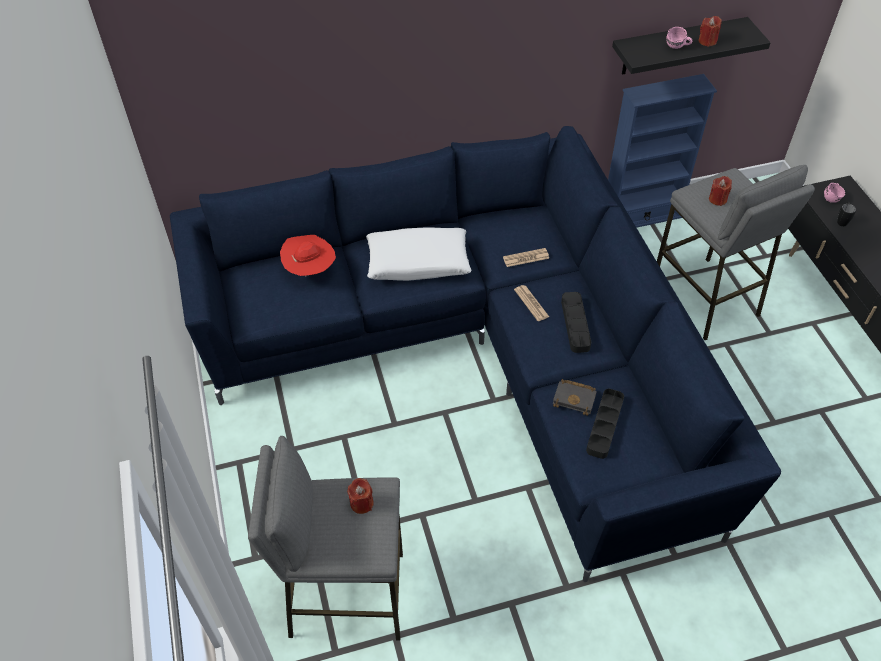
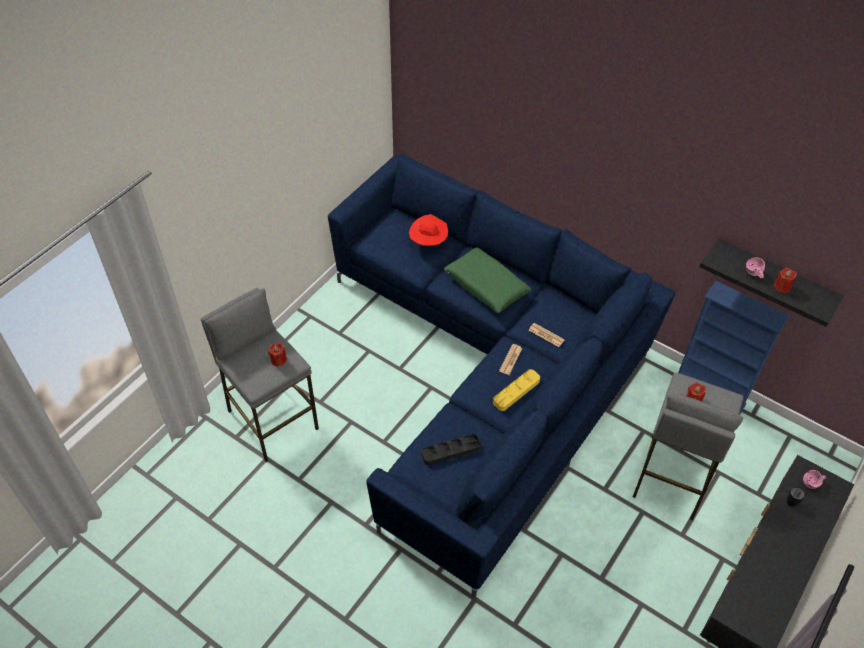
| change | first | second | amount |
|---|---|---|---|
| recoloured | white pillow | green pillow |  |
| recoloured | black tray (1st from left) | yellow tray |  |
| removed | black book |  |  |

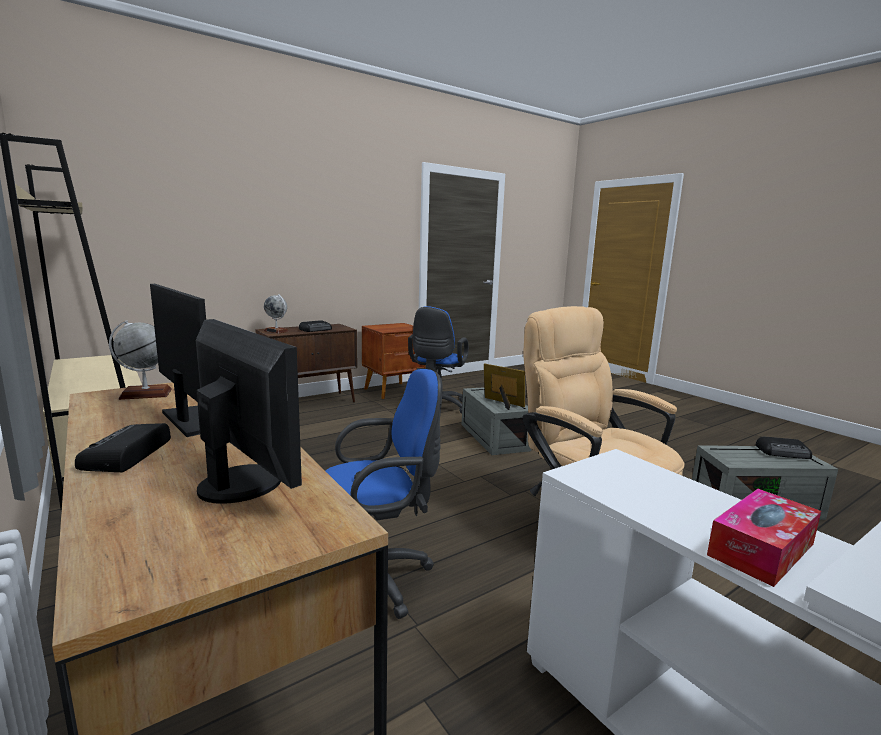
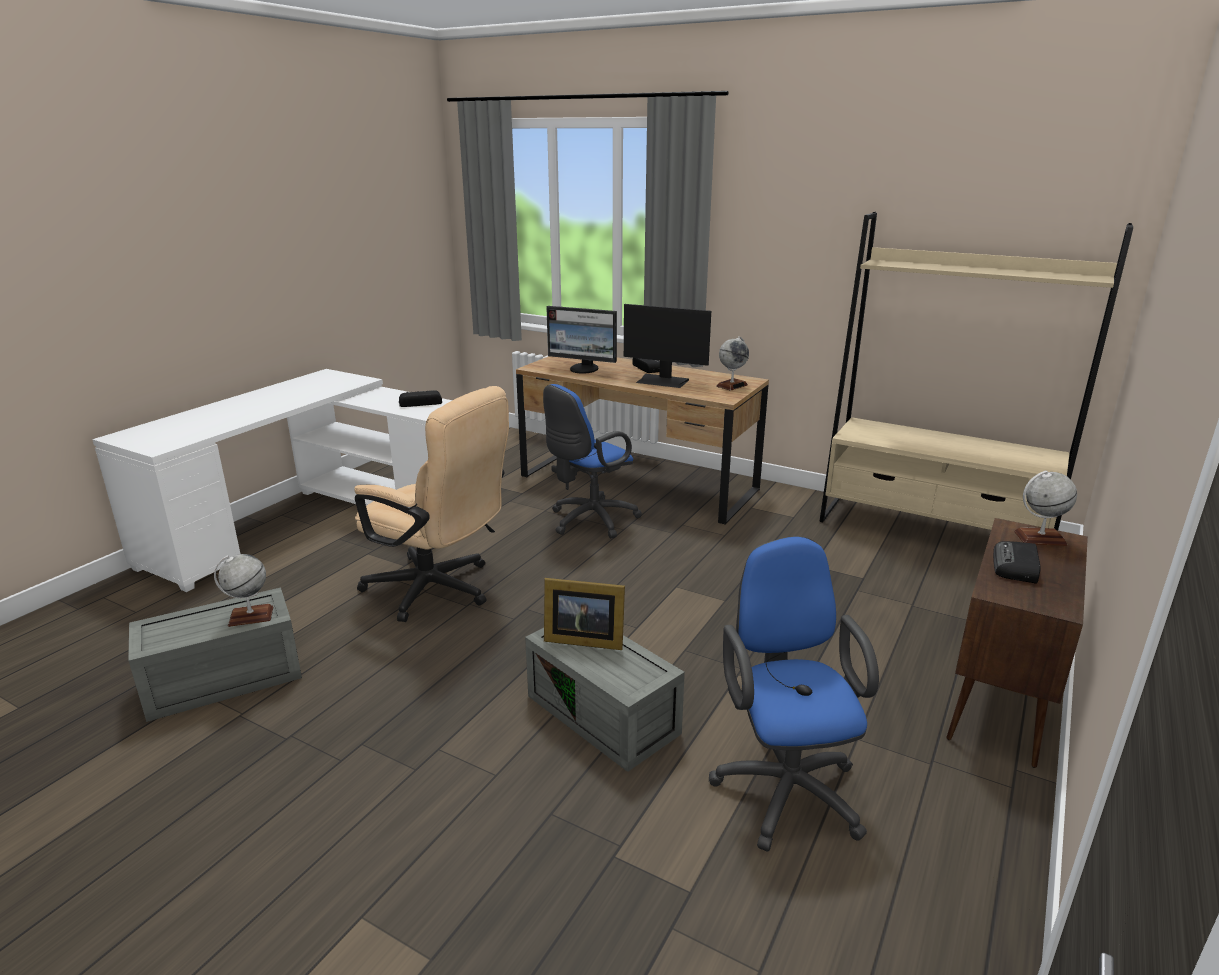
| change | first | second | amount |
|---|---|---|---|
| removed | brown nightstand |  |  |
| moved | radio (3rd from left in the first image) | radio (1st from left) |  |
| removed | tissue box |  |  |
| added |  | globe (1st from left) |  |

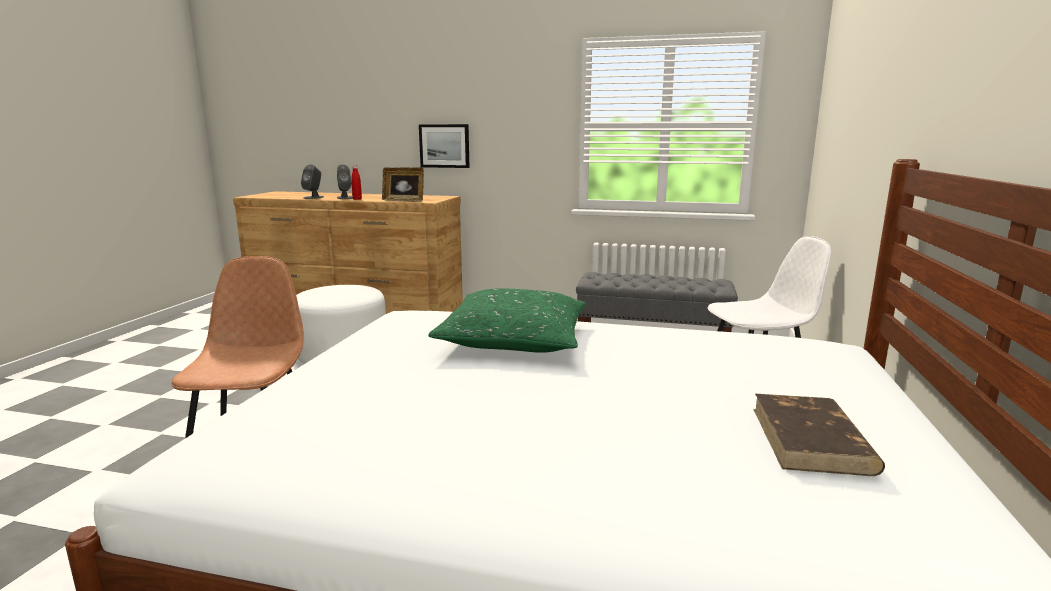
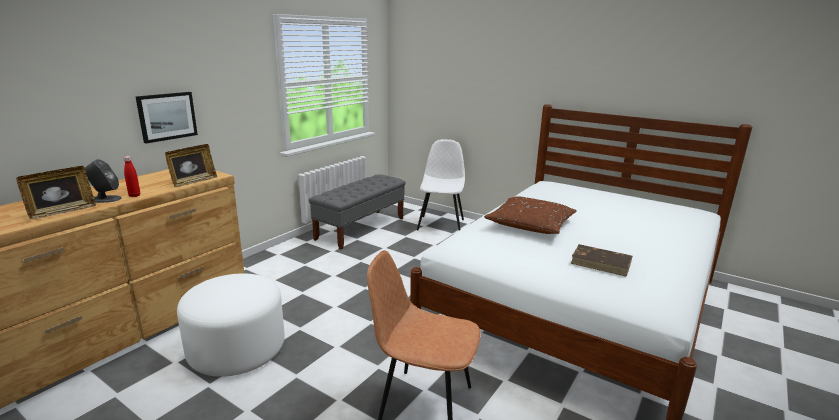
| change | first | second | amount |
|---|---|---|---|
| replaced | grey speaker (1st from left) | picture frame (1st from left) |  |
| recoloured | green pillow | brown pillow |  |
| moved | brown book |  |  |

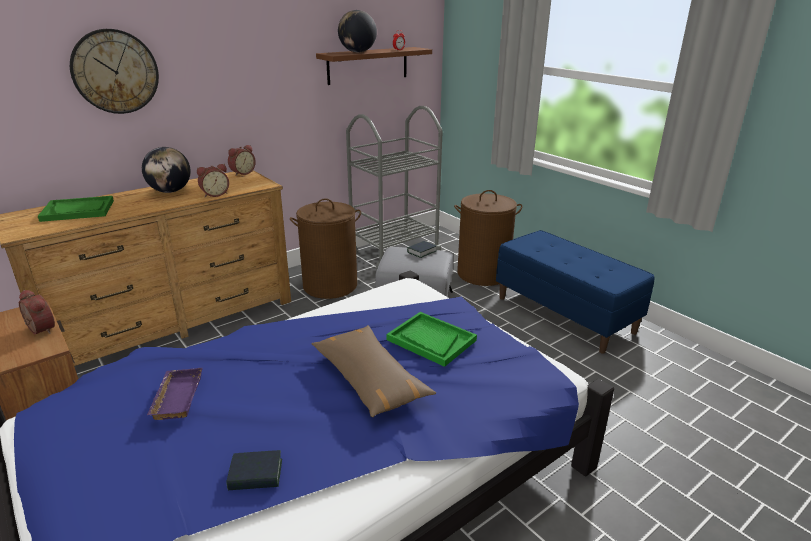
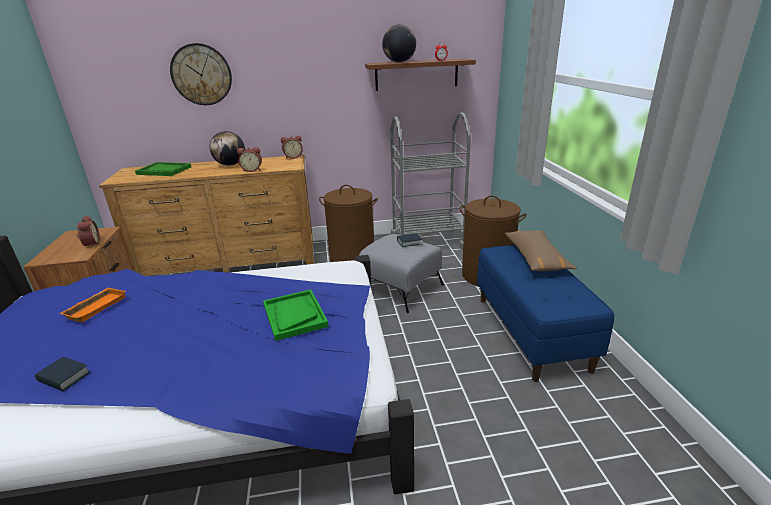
| change | first | second | amount |
|---|---|---|---|
| moved | brown pillow |  |  |
| recoloured | purple tray | orange tray |  |

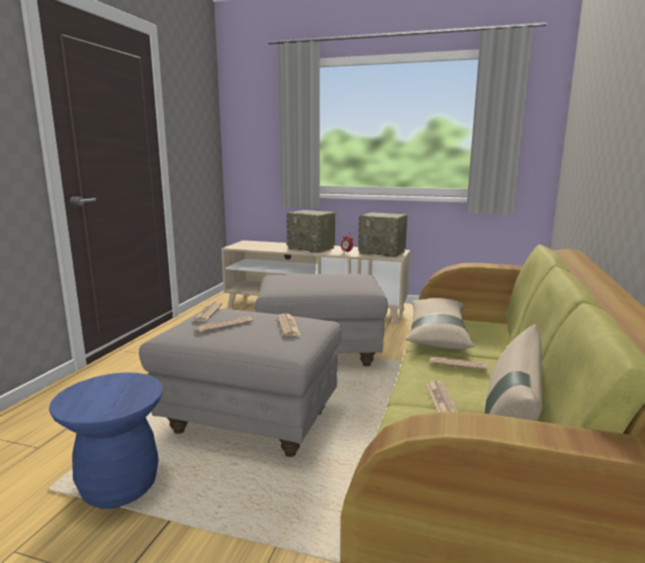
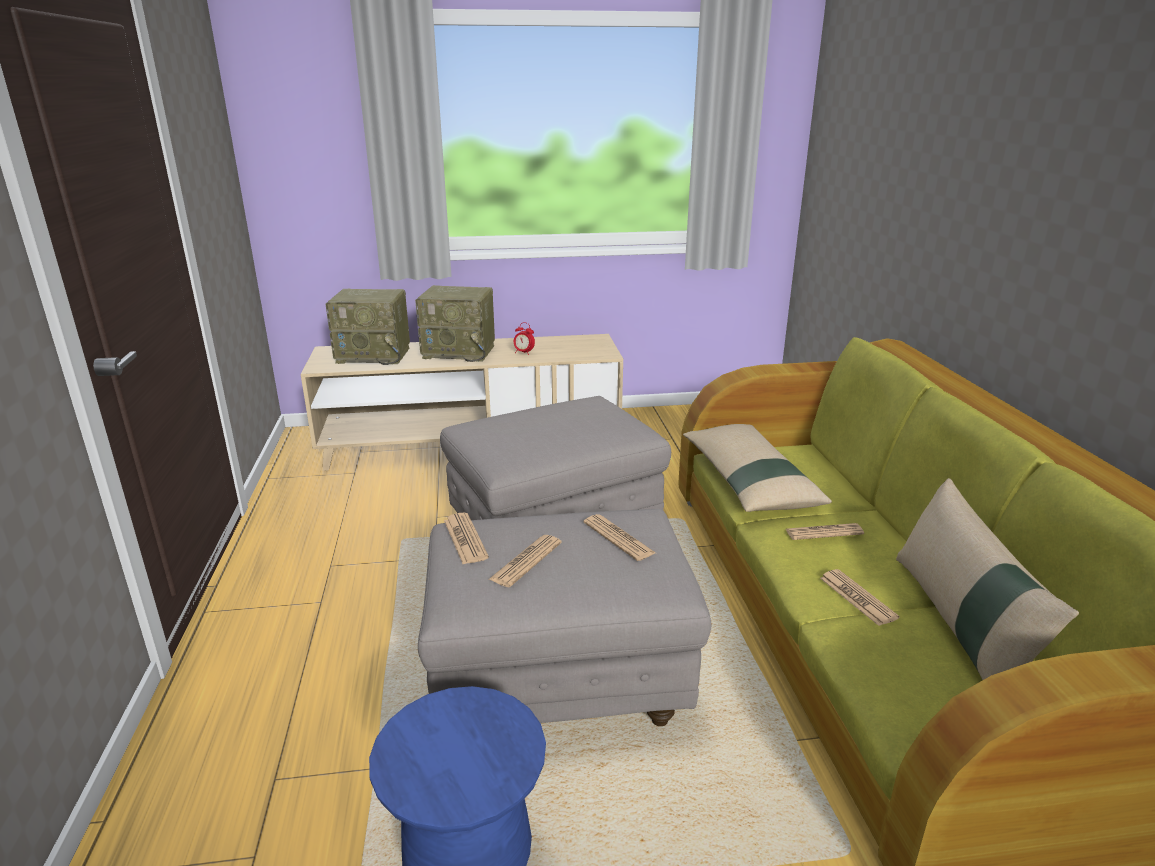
| change | first | second | amount |
|---|---|---|---|
| moved | radio (2nd from left in the first image) | radio (1st from left) |  |

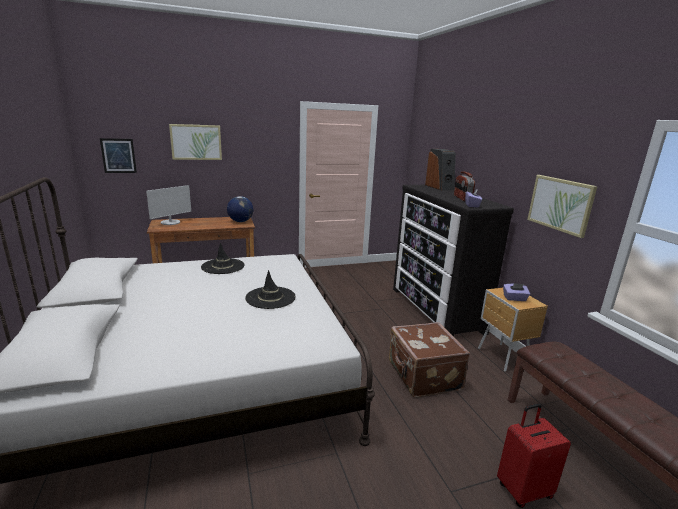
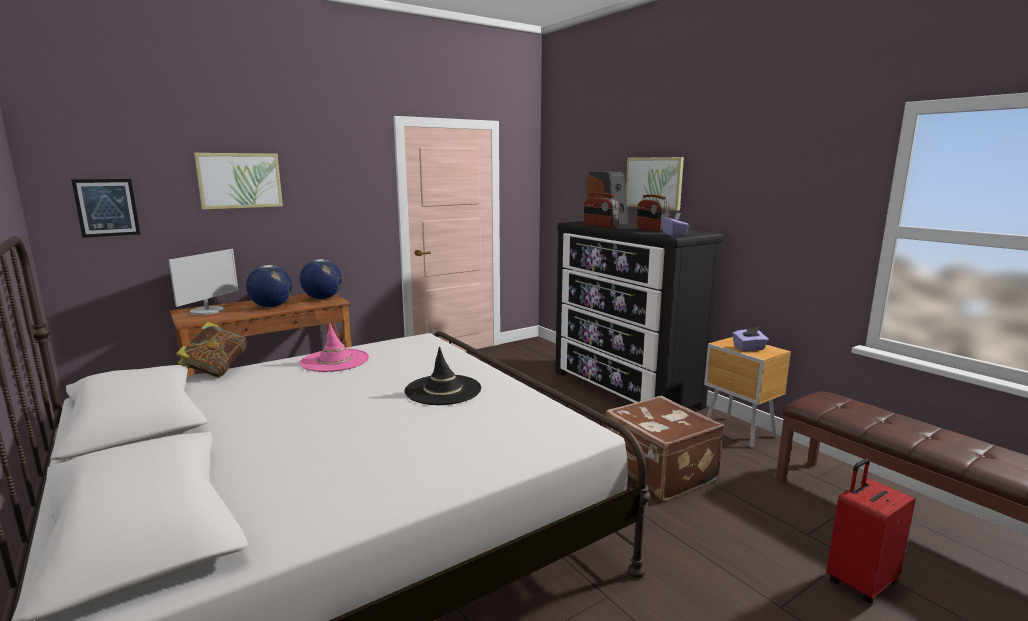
| change | first | second | amount |
|---|---|---|---|
| moved | picture (3rd from left) |  |  |
| recoloured | black hat (1st from left) | pink hat |  |
| added |  | radio (1st from left) |  |
| added |  | globe (1st from left) |  |
| added |  | book |  |

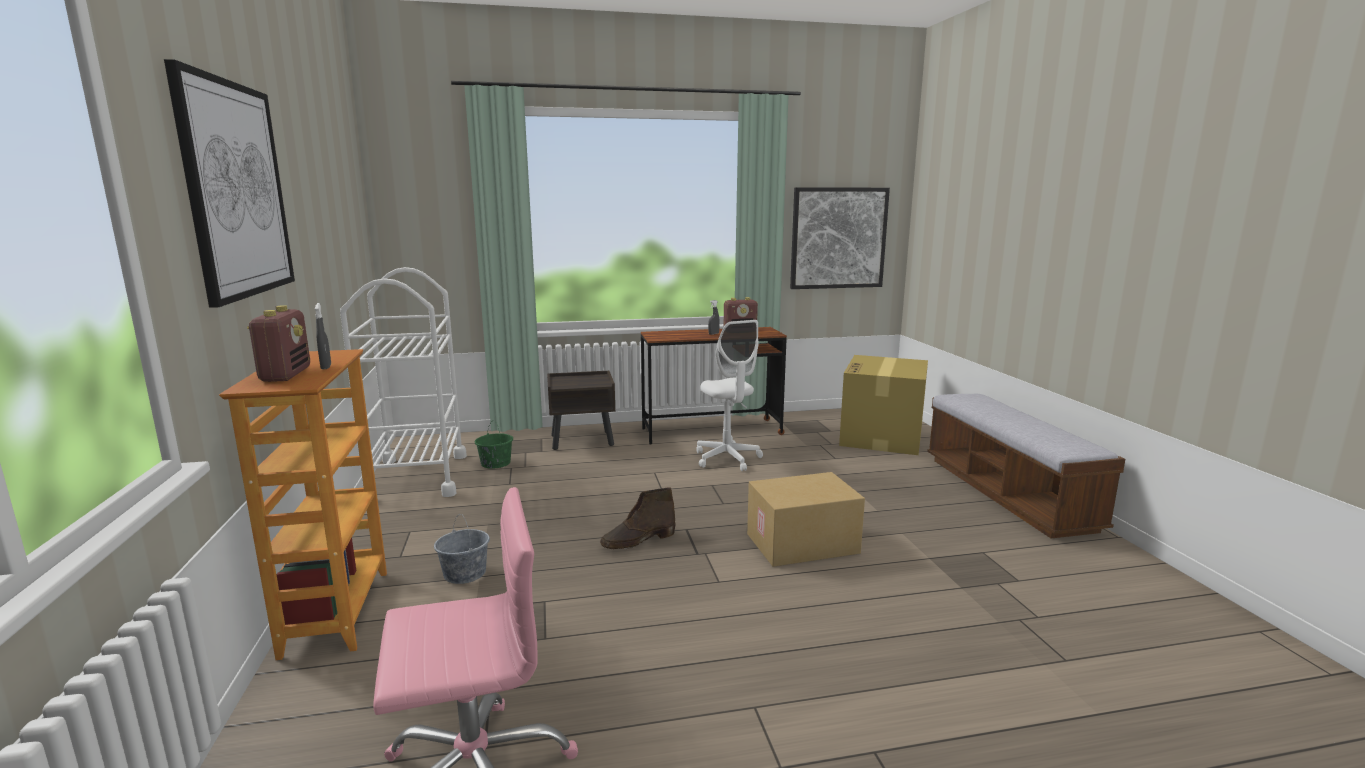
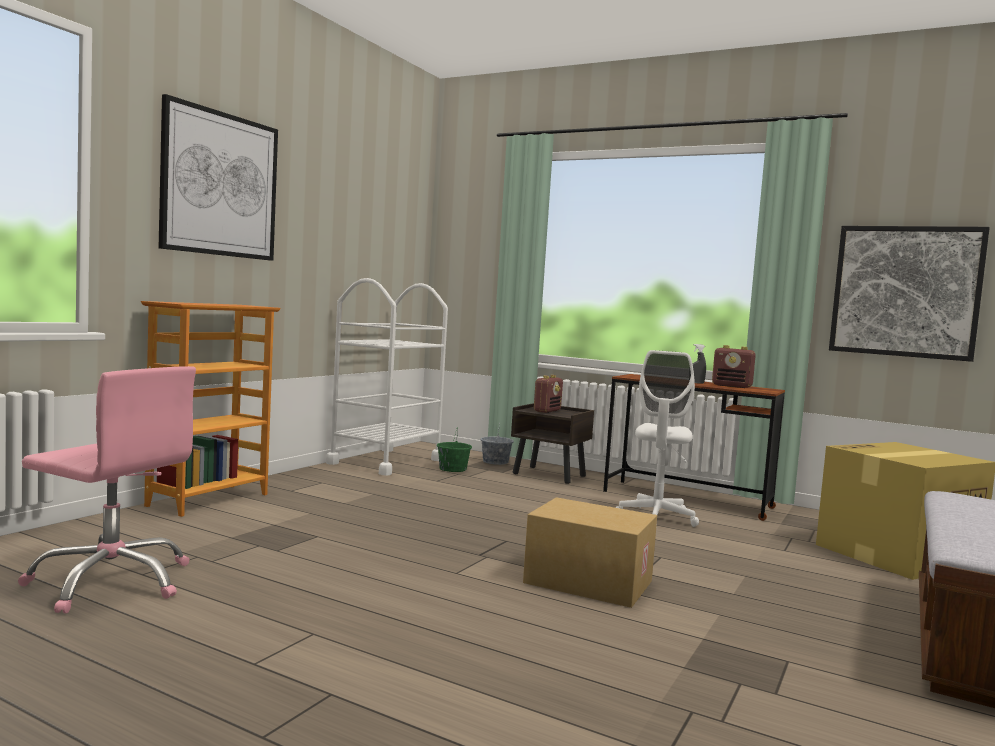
| change | first | second | amount |
|---|---|---|---|
| removed | grey spray bottle (1st from left) |  |  |
| moved | radio (1st from left) |  |  |
| removed | brown boot |  |  |
| moved | grey bucket |  |  |

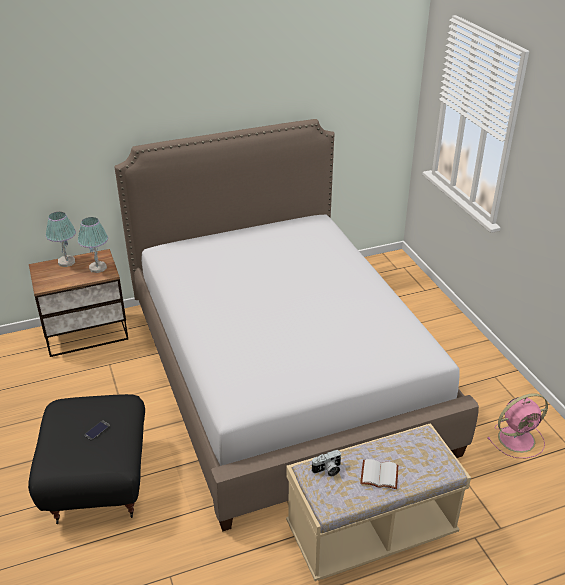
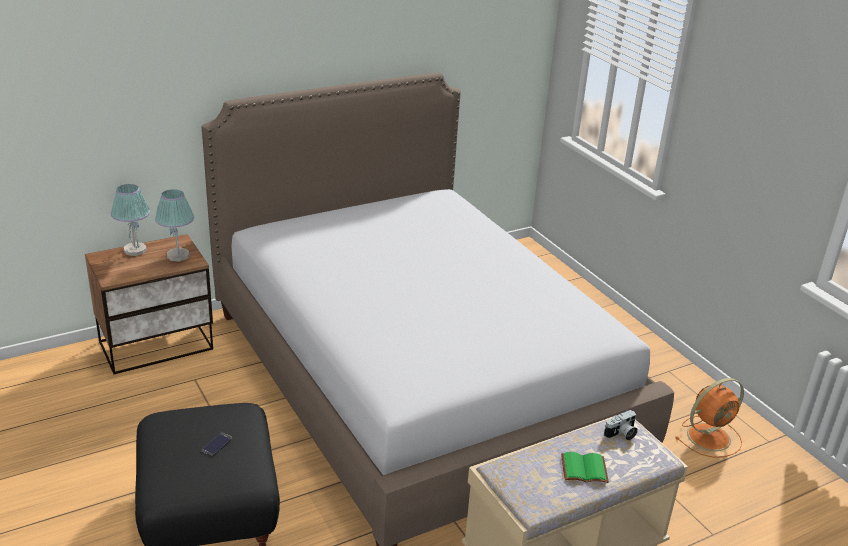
| change | first | second | amount |
|---|---|---|---|
| recoloured | pink fan | orange fan |  |
| moved | photo camera |  |  |
| recoloured | white book | green book |  |

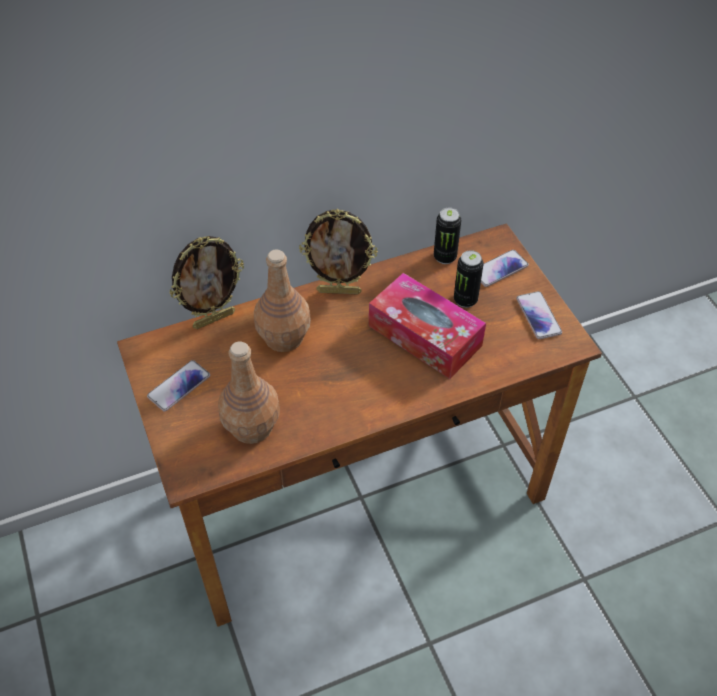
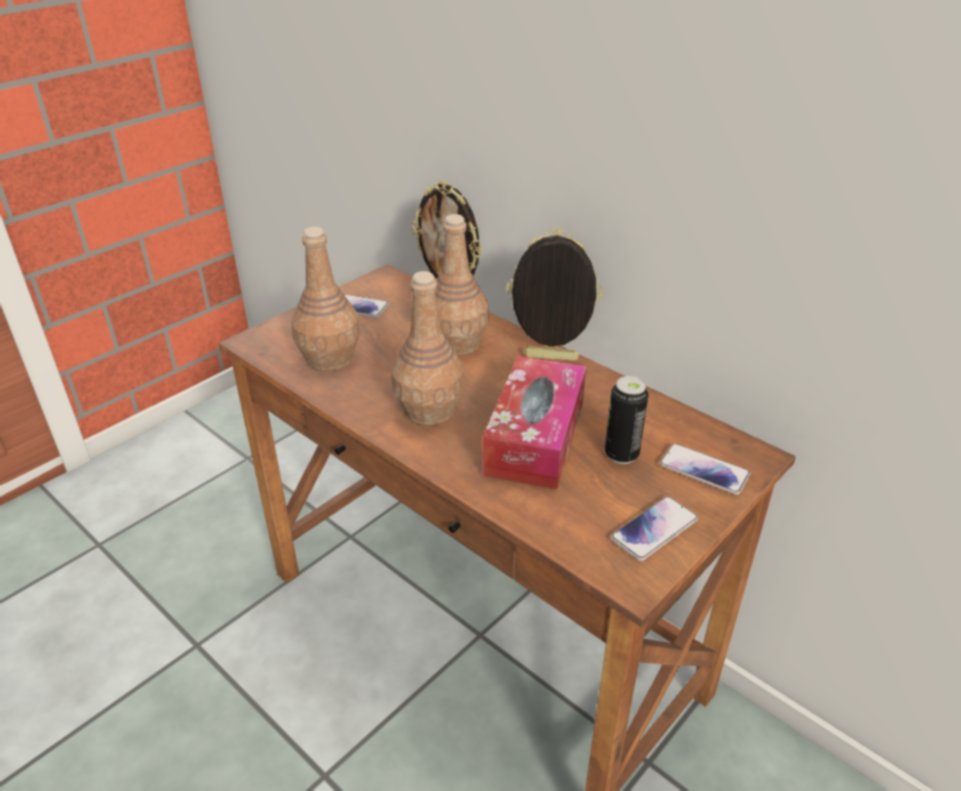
| change | first | second | amount |
|---|---|---|---|
| removed | can (1st from left) |  |  |
| turned | picture frame (2nd from left) |  | 120 degrees clockwise |
| added |  | brown bottle (2nd from left) |  |

